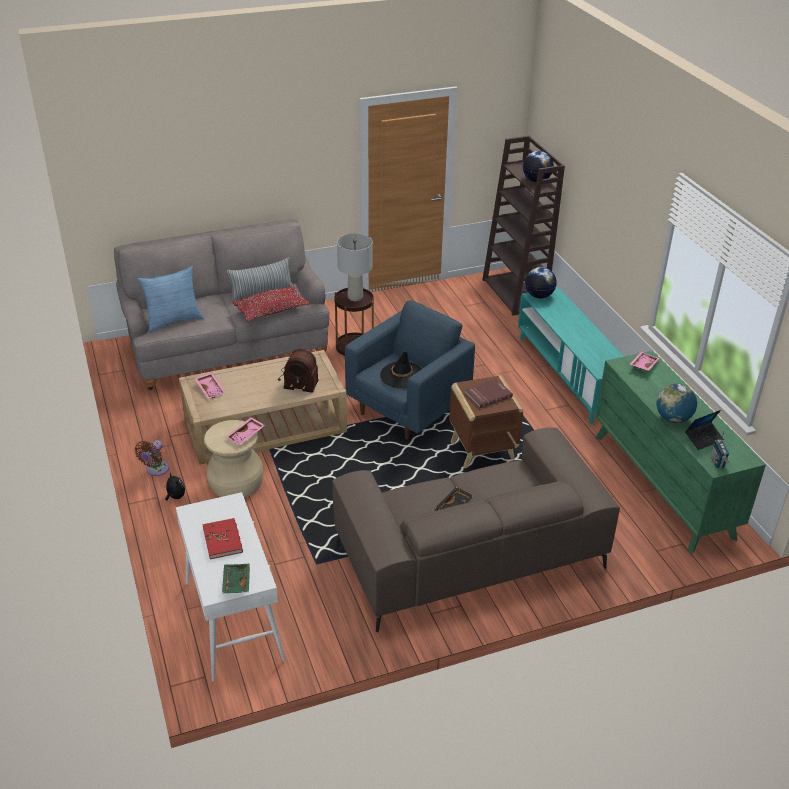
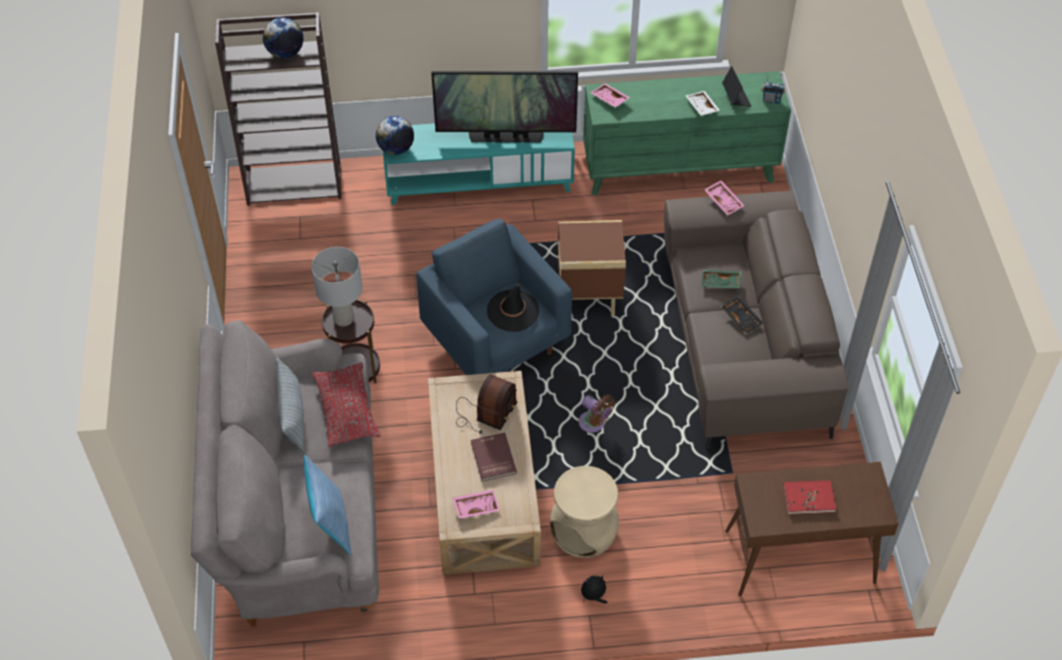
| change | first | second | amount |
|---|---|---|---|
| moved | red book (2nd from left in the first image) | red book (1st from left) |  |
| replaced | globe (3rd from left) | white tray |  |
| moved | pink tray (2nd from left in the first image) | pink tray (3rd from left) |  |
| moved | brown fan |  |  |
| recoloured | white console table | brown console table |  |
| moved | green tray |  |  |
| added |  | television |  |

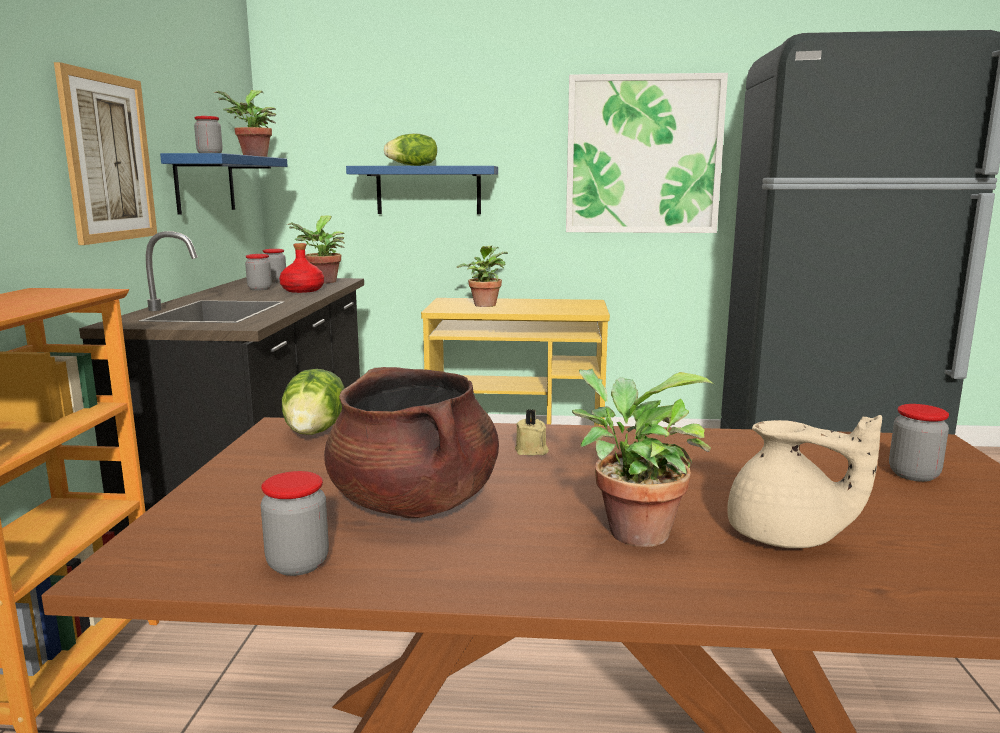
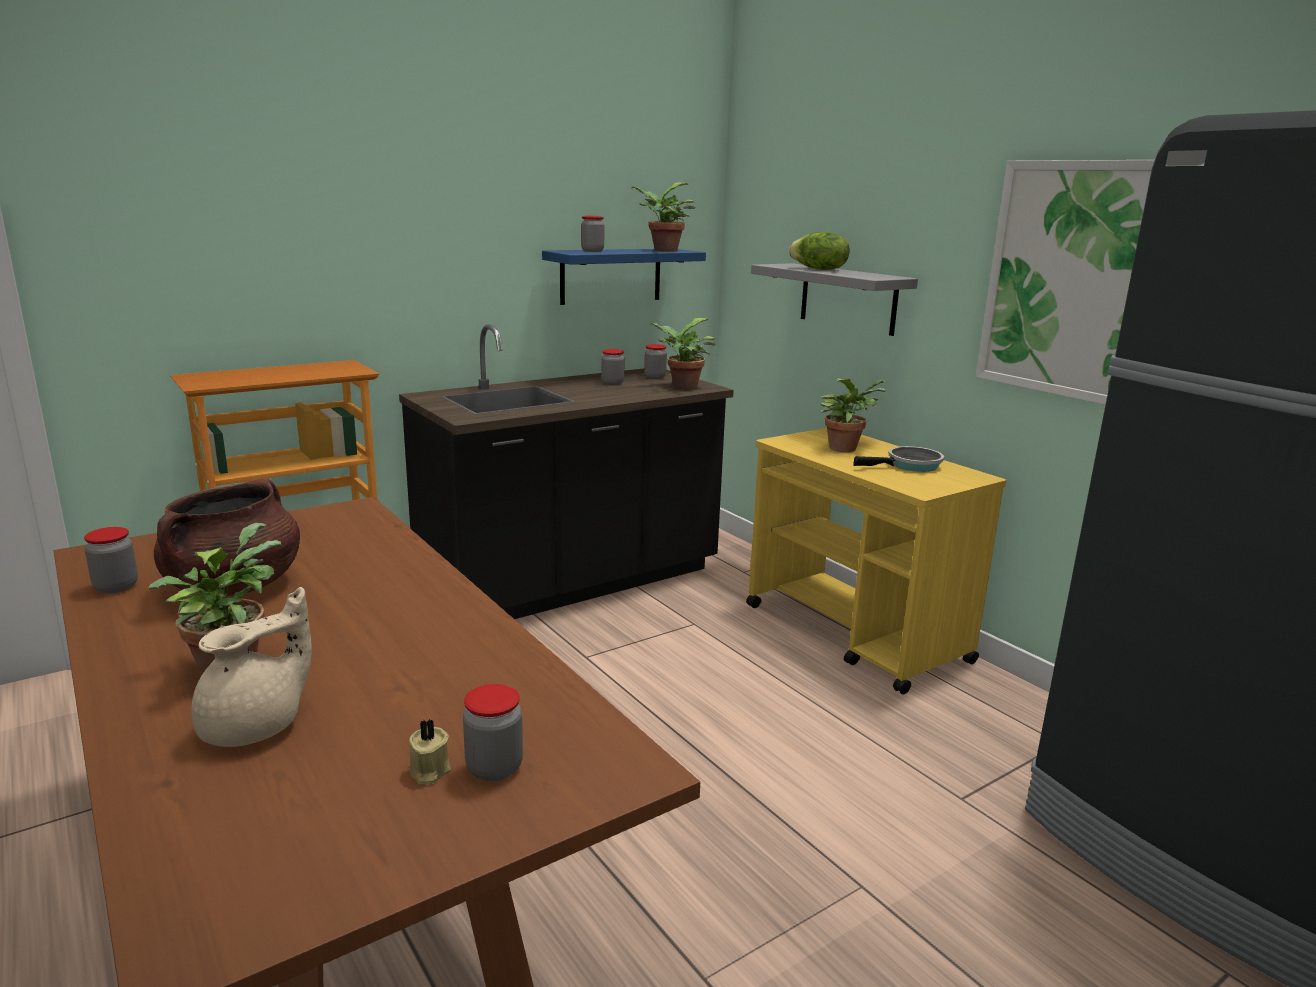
| change | first | second | amount |
|---|---|---|---|
| removed | picture (1st from left) |  |  |
| recoloured | blue shelf (2nd from left) | grey shelf |  |
| removed | red bottle |  |  |
| removed | lettuce (1st from left) |  |  |
| moved | beige candle |  |  |
| turned | beige teapot |  | 135 degrees counterclockwise |
| added |  | frying pan |  |

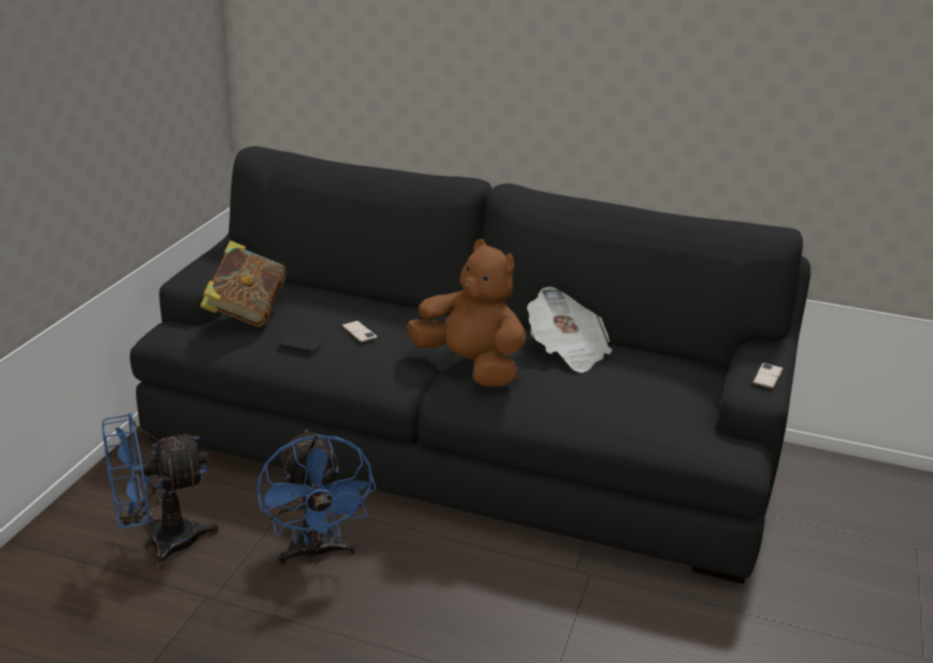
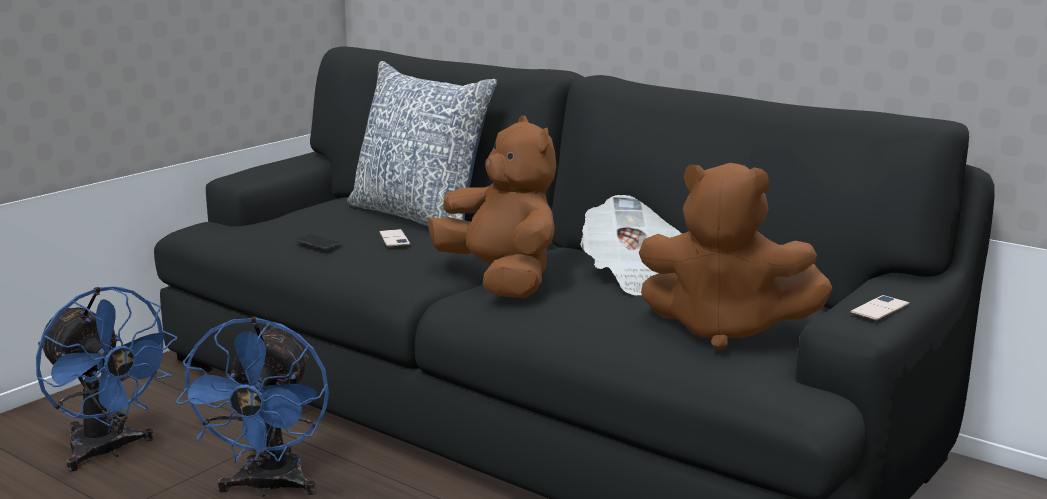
| change | first | second | amount |
|---|---|---|---|
| removed | book |  |  |
| turned | blue fan (1st from left) |  | 135 degrees counterclockwise |
| added |  | pillow |  |
| added |  | brown plush toy (2nd from left) |  |

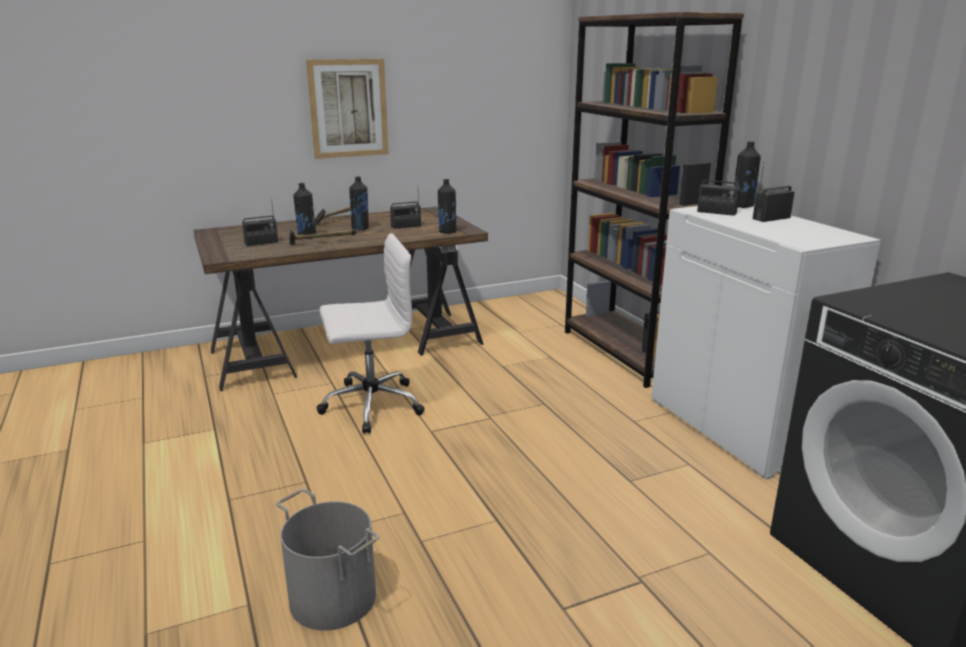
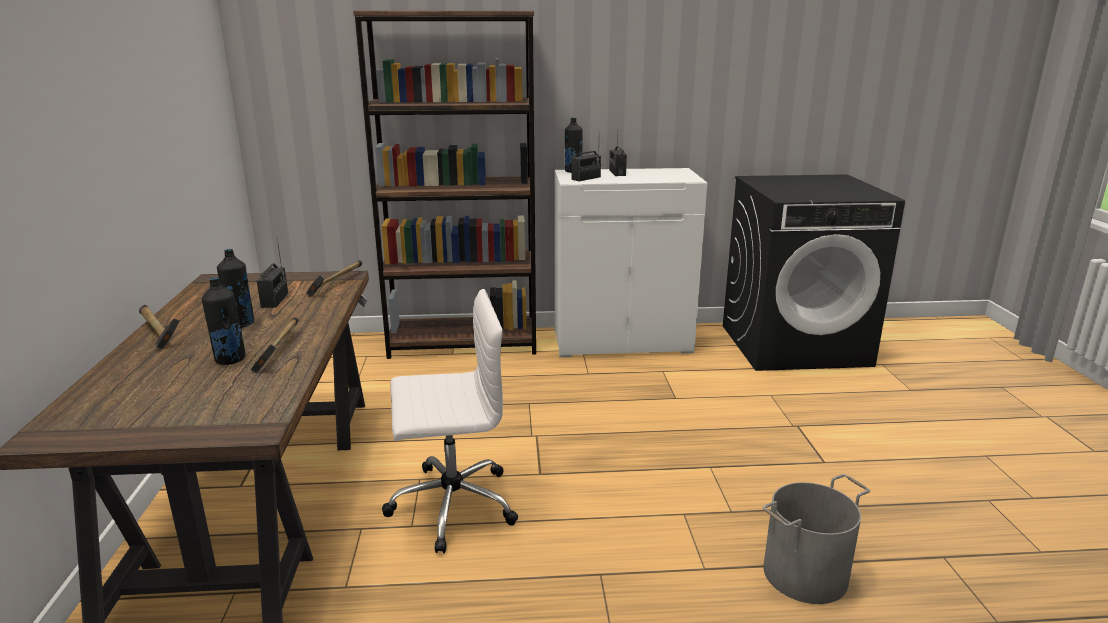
| change | first | second | amount |
|---|---|---|---|
| removed | picture |  |  |
| replaced | black bottle (3rd from left) | hammer (3rd from left) |  |
| removed | radio (1st from left) |  |  |
| turned | white office chair |  | 75 degrees clockwise |

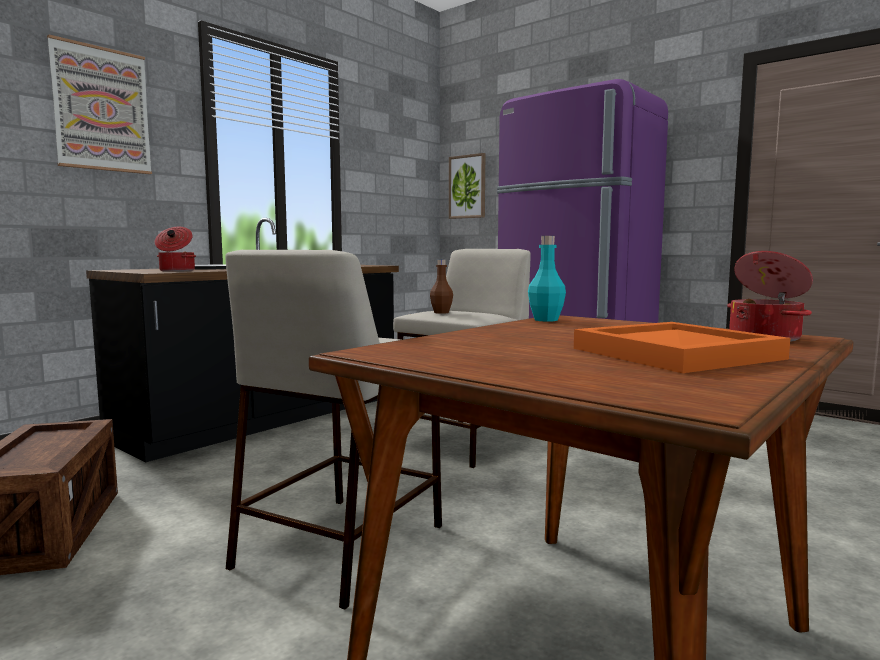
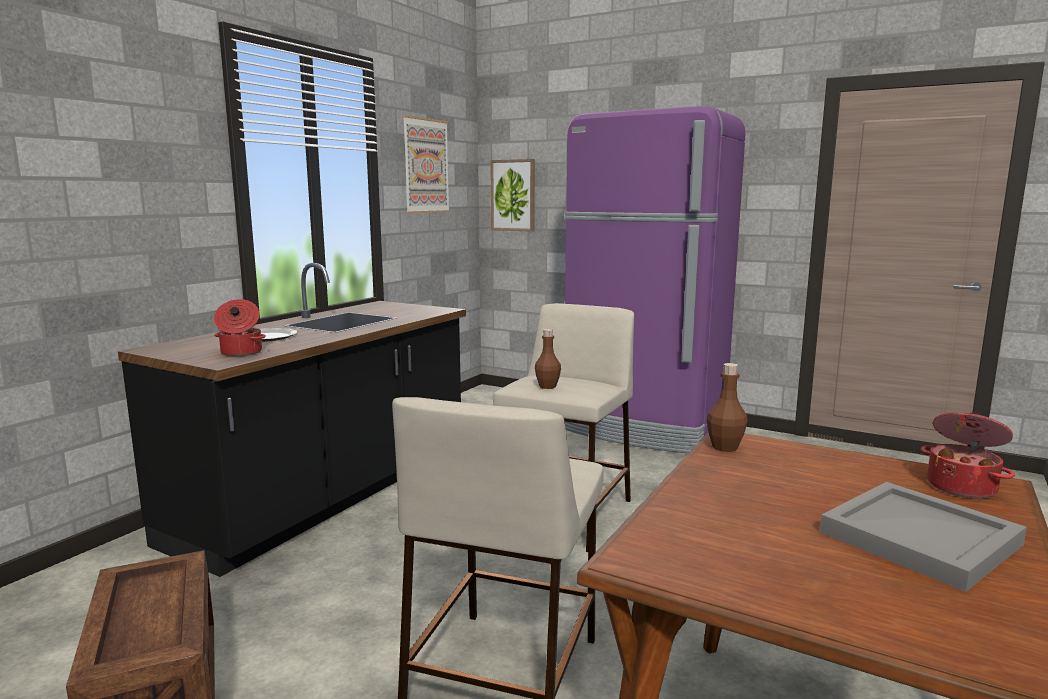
| change | first | second | amount |
|---|---|---|---|
| moved | picture (1st from left) |  |  |
| recoloured | turquoise bottle | brown bottle (2nd from left) |  |
| recoloured | orange tray | grey tray |  |

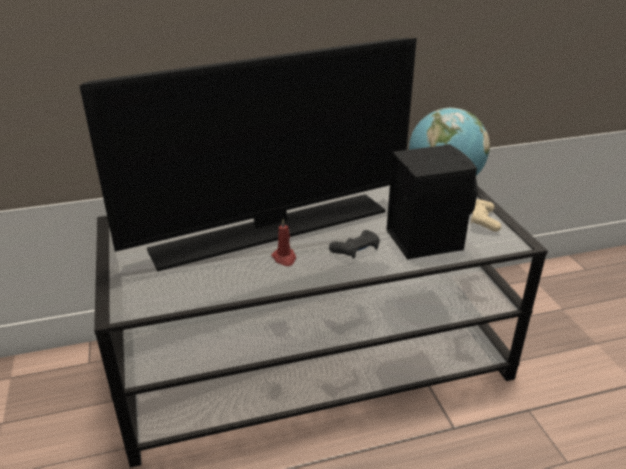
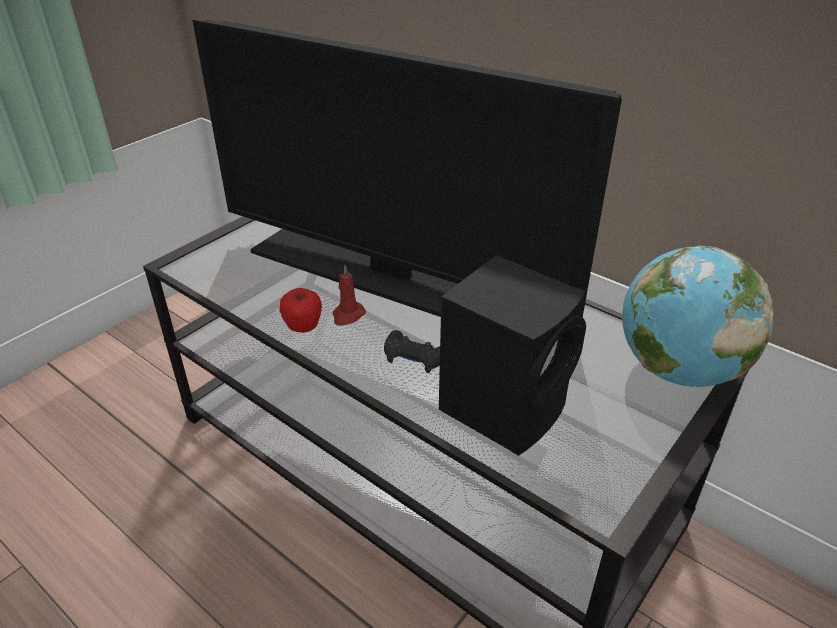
| change | first | second | amount |
|---|---|---|---|
| removed | beige game controller |  |  |
| added |  | apple |  |

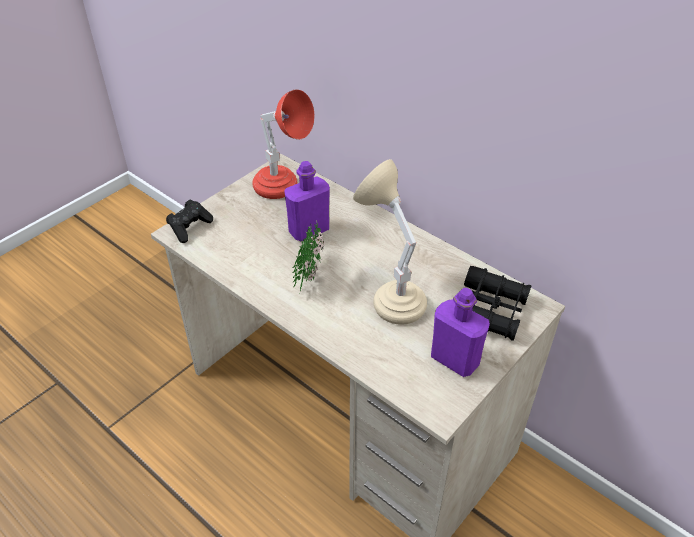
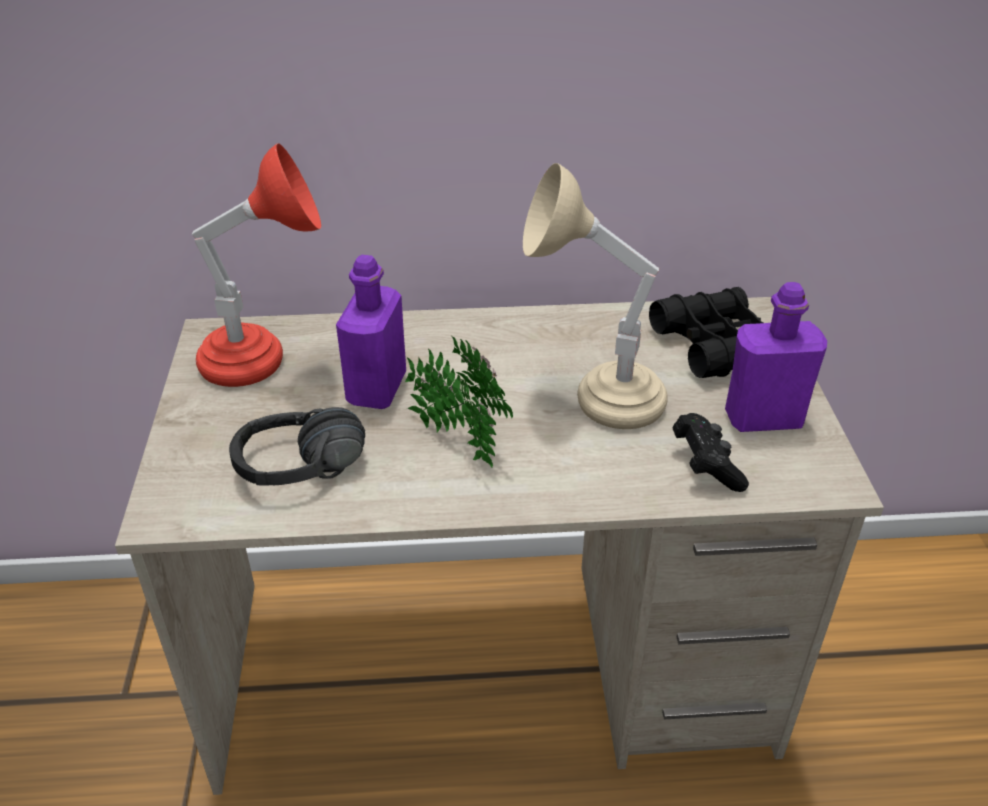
| change | first | second | amount |
|---|---|---|---|
| moved | black game controller |  |  |
| added |  | black headphones |  |

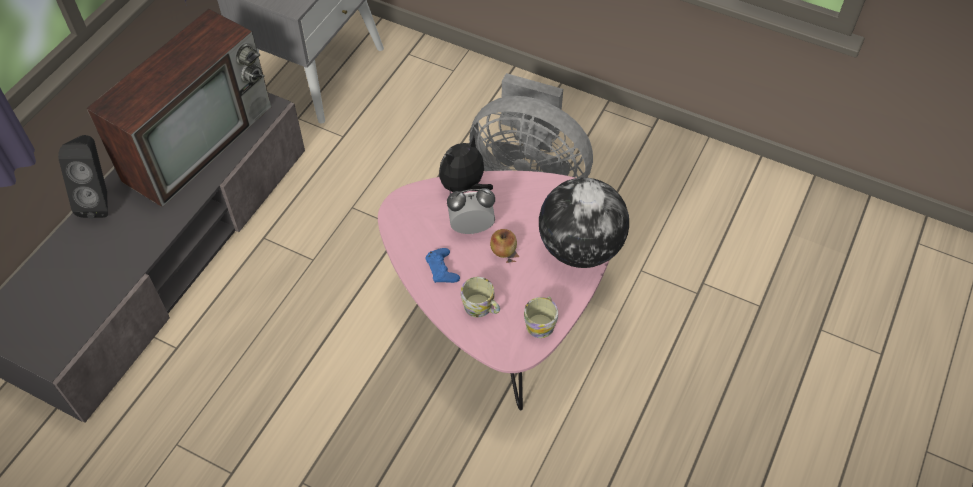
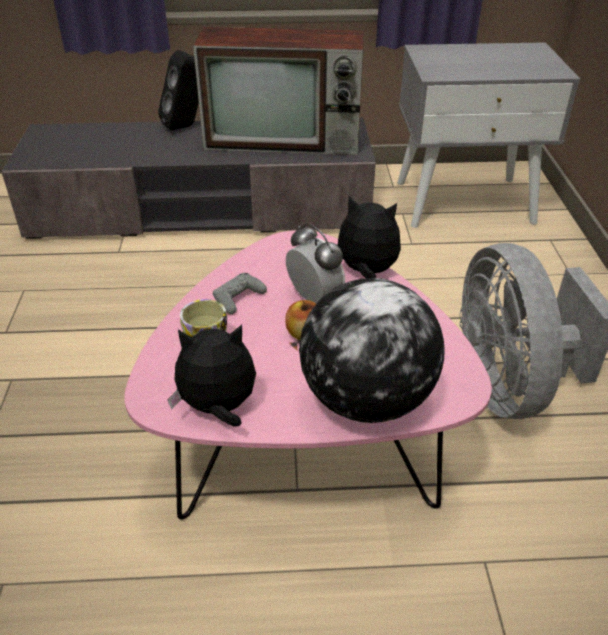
| change | first | second | amount |
|---|---|---|---|
| recoloured | blue game controller | grey game controller |  |
| replaced | mug (2nd from left) | plush toy (1st from left) |  |

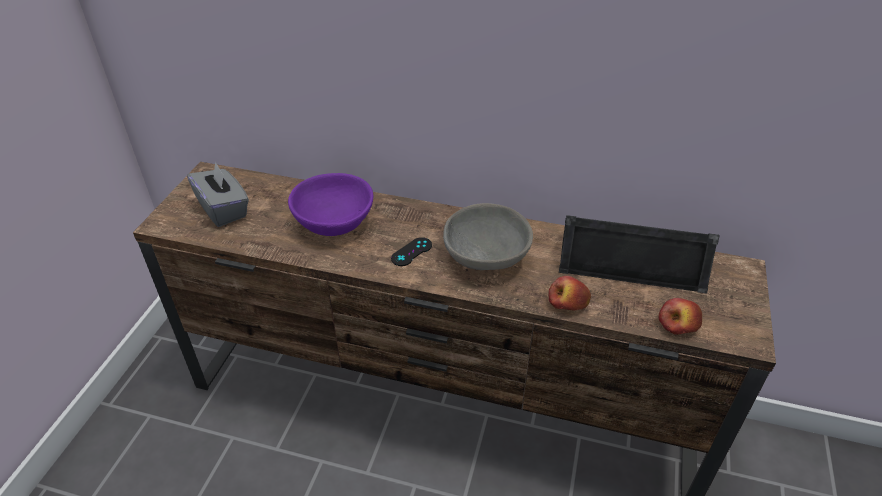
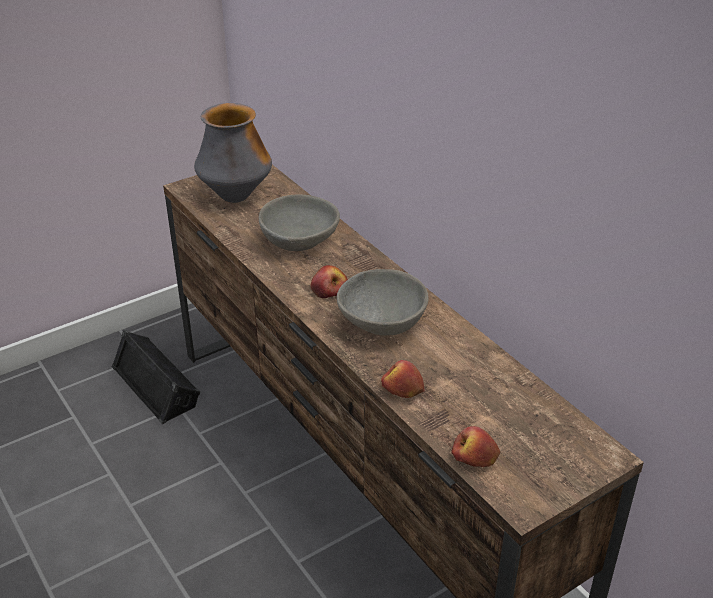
| change | first | second | amount |
|---|---|---|---|
| replaced | grey tissue box | vase |  |
| recoloured | purple bowl | grey bowl (1st from left) |  |
| moved | black speaker |  |  |
| replaced | black game controller | apple (1st from left) |  |

